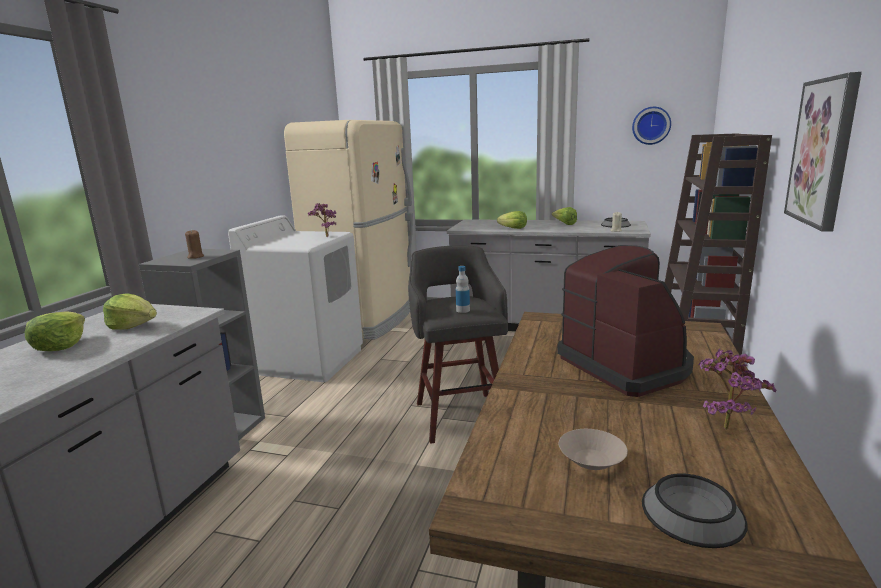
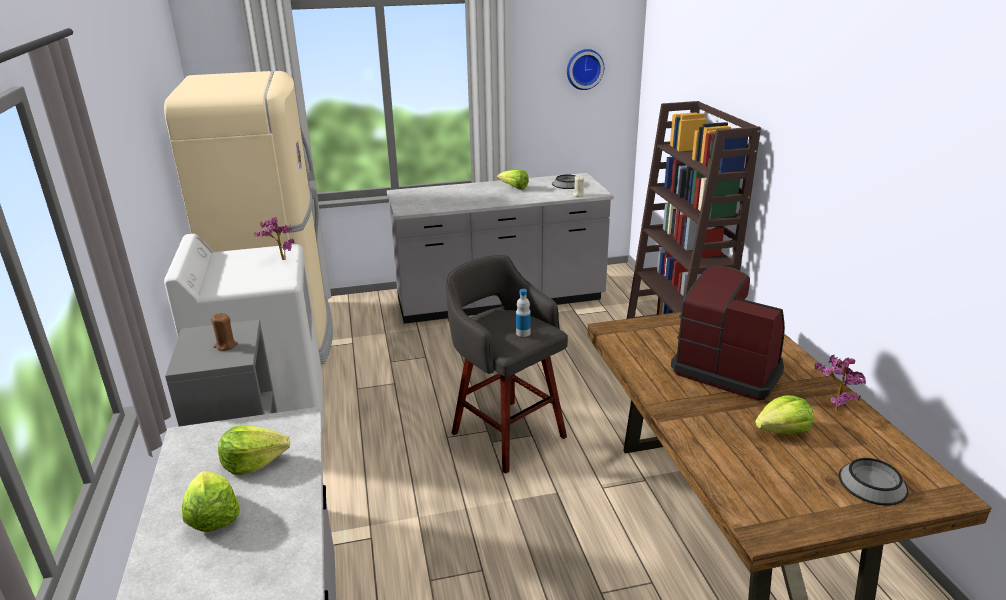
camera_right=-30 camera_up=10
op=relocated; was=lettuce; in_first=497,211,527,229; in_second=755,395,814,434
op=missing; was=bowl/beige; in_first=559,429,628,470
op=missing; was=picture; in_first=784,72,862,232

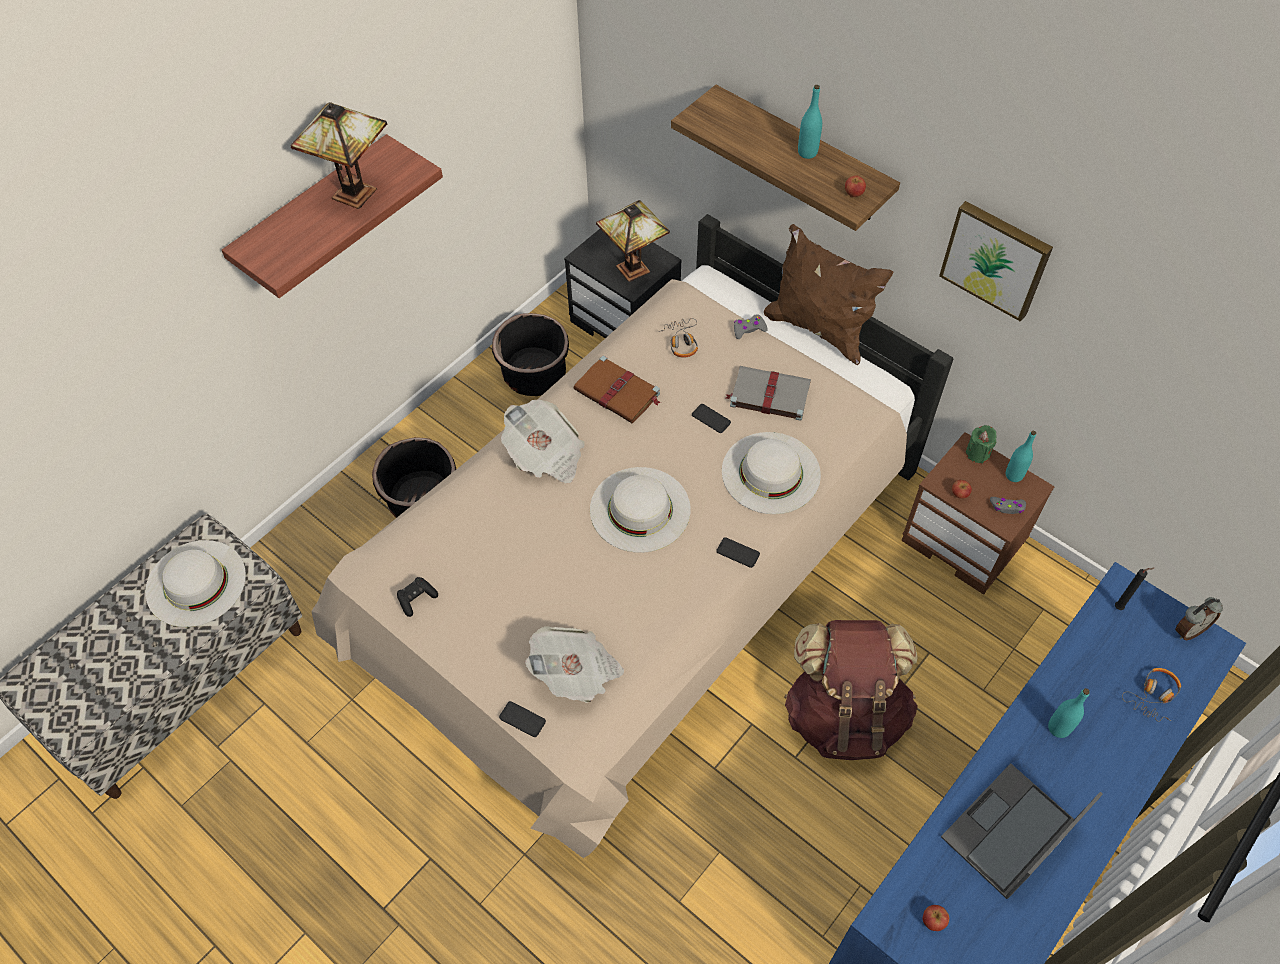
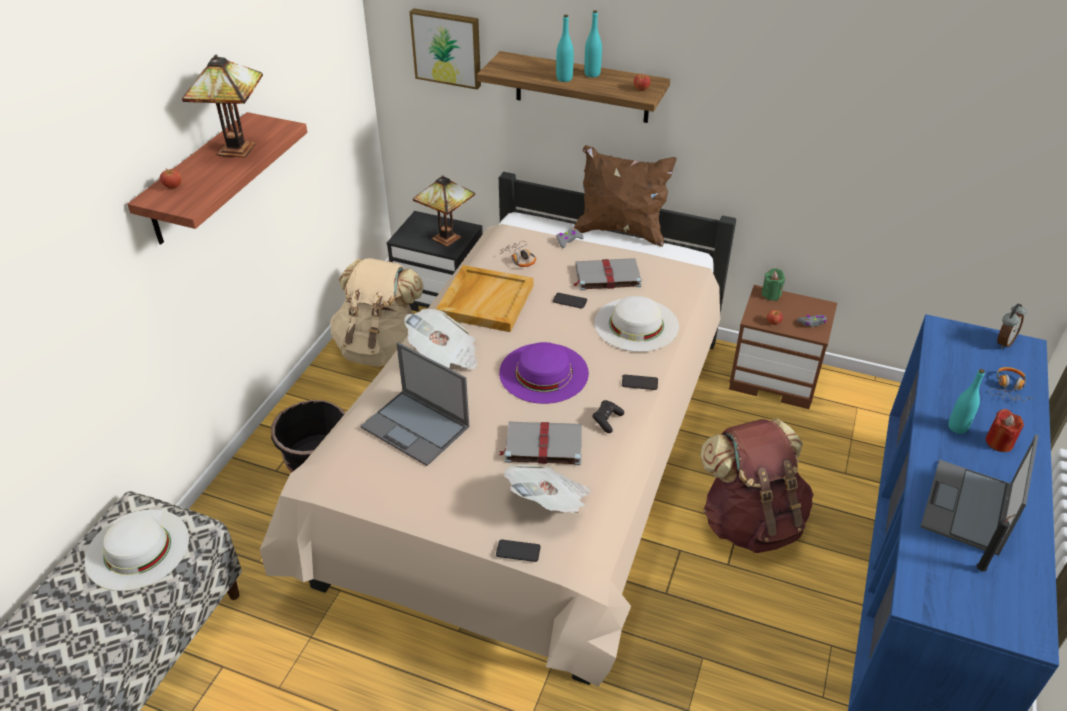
camera_right=-20 camera_up=-15
op=relocated; was=apple; in_first=922,905,949,931; in_second=160,169,182,189
op=exchanged; was=planter/black; now=backpack/beige; in_first=492,313,569,396; in_second=330,258,424,367
op=appeared; now=laptop; in_second=360,342,470,466
op=relocated; was=picture; in_first=939,201,1053,322; in_second=409,8,481,90
op=exchanged; was=book/brown; now=tray/beige; in_first=574,355,661,423; in_second=436,265,533,332
op=colour; was=hat/white; now=hat/purple; in_first=590,467,691,553; in_second=499,342,589,404
op=appeared; now=book/grey; in_second=499,421,582,465
op=relocated; was=bottle/turquoise; in_first=1006,431,1036,482; in_second=556,14,574,82
op=relocated; was=game controller/black; in_first=397,577,438,617; in_second=592,400,624,433
op=relocated; was=candle/black; in_first=1115,568,1154,610; in_second=976,514,1016,572
op=appeared; now=candle/red; in_second=986,409,1024,452

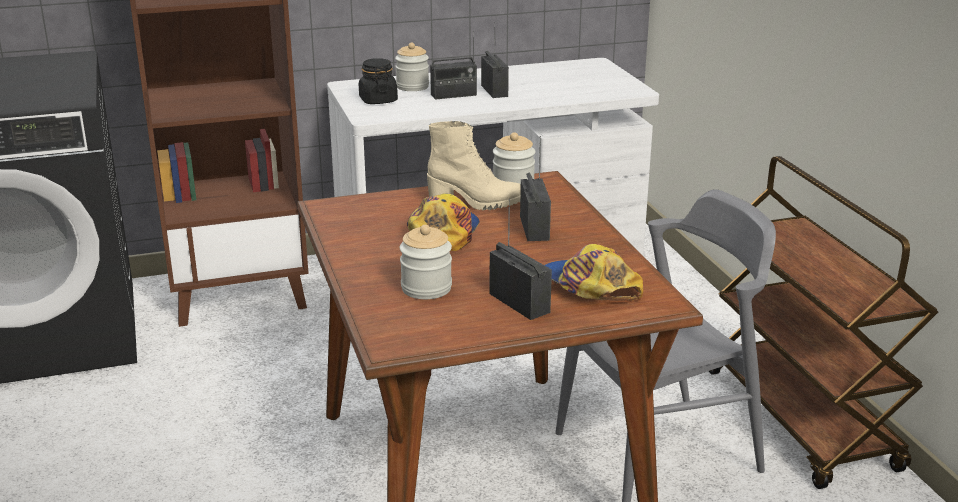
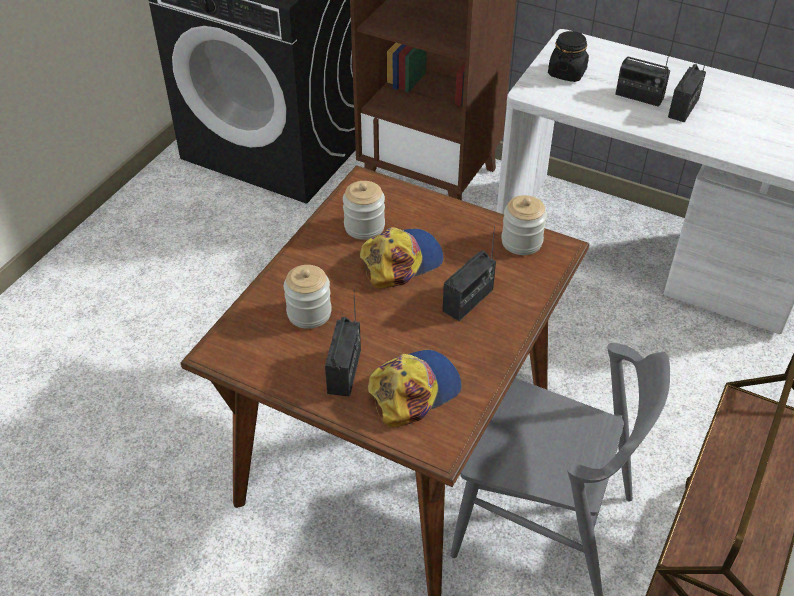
camera_right=45 camera_up=20
op=relocated; was=jar; in_first=395,43,429,91; in_second=343,181,385,240
op=spun; was=cap; in_first=545,244,643,301; in_second=368,350,462,428; clockwise=45
op=missing; was=boot/beige; in_first=427,121,521,210

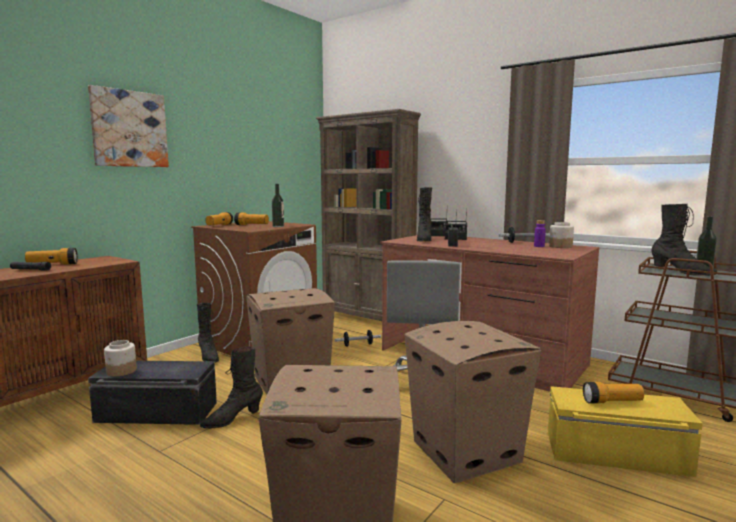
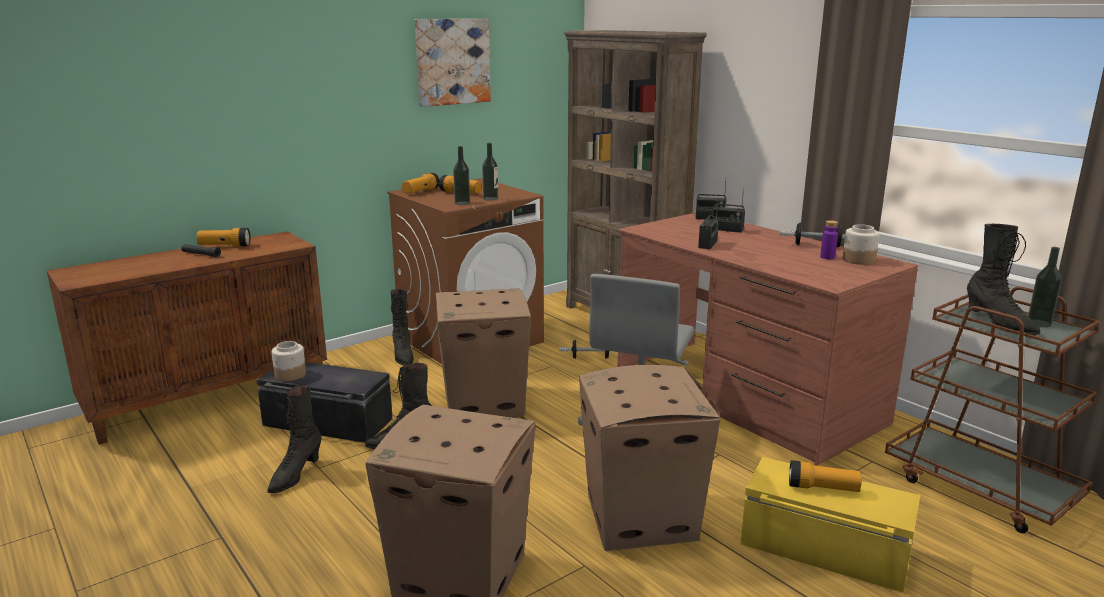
camera_right=15 camera_up=10
op=relocated; was=boot/black; in_first=417,187,432,241; in_second=267,385,322,493
op=relocated; was=picture; in_first=88,85,169,167; in_second=415,19,491,107
op=appeared; now=bottle; in_second=453,146,470,205

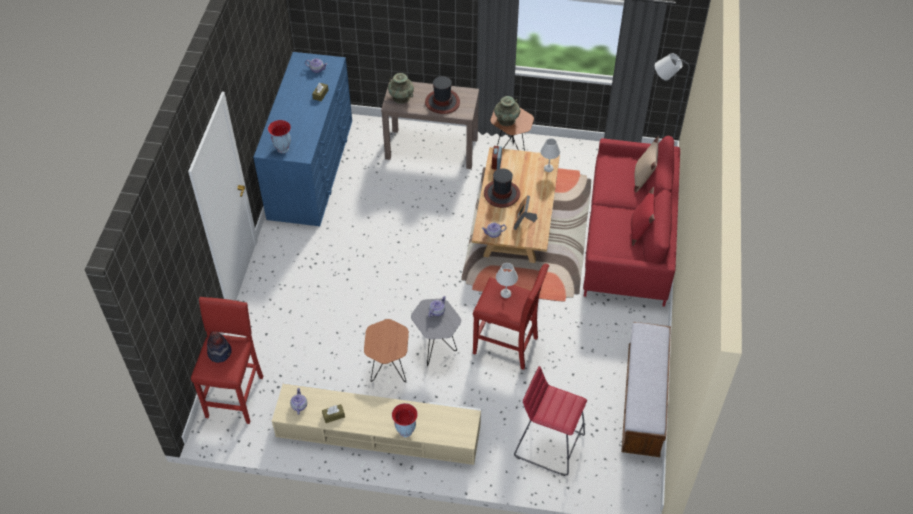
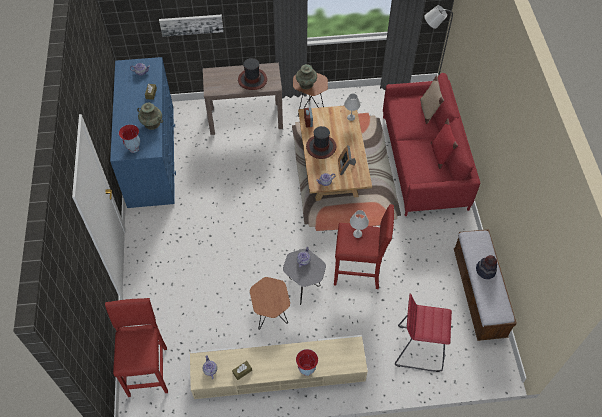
camera_right=-15 camera_up=5
op=relocated; was=vase/turquoise; in_first=388,73,414,104; in_second=137,103,163,130
op=appeared; now=picture; in_second=159,15,224,37
op=relocated; was=hat; in_first=207,331,232,363; in_second=476,255,497,279

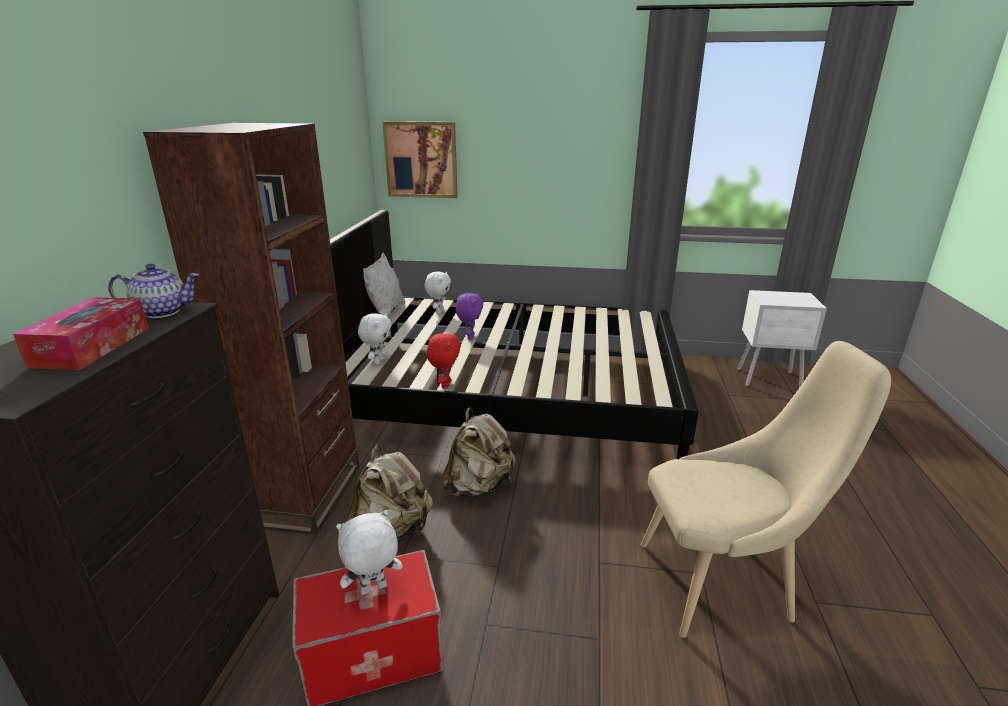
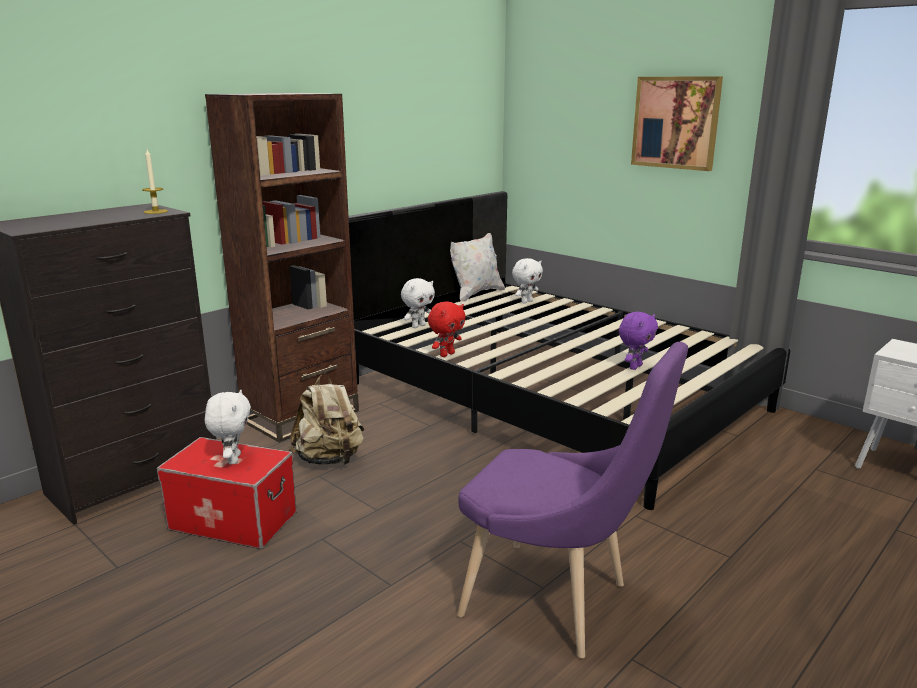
camera_right=35 camera_up=-5
op=exchanged; was=teapot; now=candle; in_first=108,264,199,318; in_second=142,149,168,214
op=spun; was=plush toy/white; in_first=336,510,403,595; in_second=205,389,251,464; clockwise=75
op=colour; was=chair/beige; now=chair/purple; in_first=641,341,891,638; in_second=457,342,688,658
op=relocated; was=plush toy/purple; in_first=456,292,483,340; in_second=619,312,658,370
op=relocated; was=picture; in_first=382,121,458,198; in_second=631,76,723,171
op=missing; was=tissue box; in_first=13,297,149,370
op=missing; was=backpack/beige; in_first=442,408,516,498

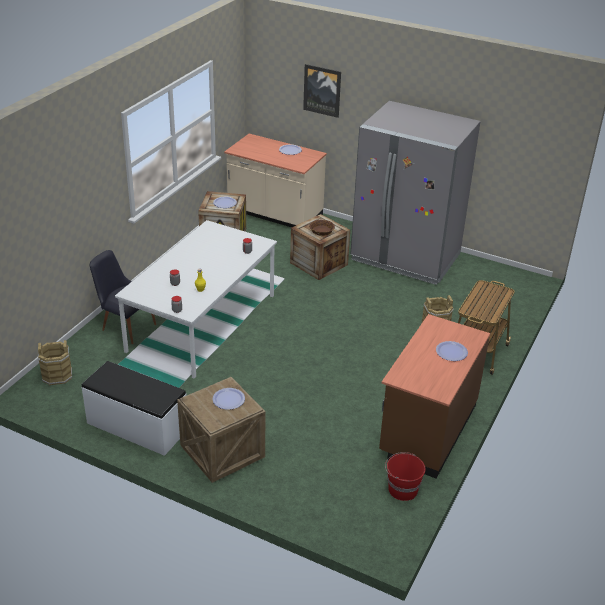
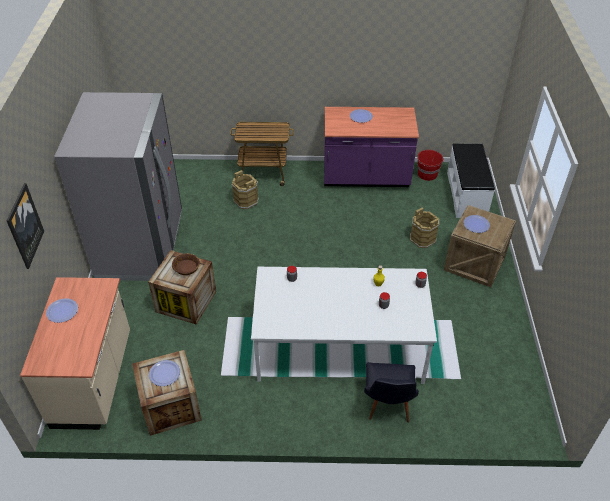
camera_right=-115 camera_up=10
op=colour; was=counter/brown; now=counter/purple; in_first=379,314,490,479; in_second=324,107,419,187
op=relocated; was=bucket/brown; in_first=38,340,72,385; in_second=410,207,439,248
op=relocated; was=bench/white; in_first=81,361,187,456; in_second=447,143,495,218

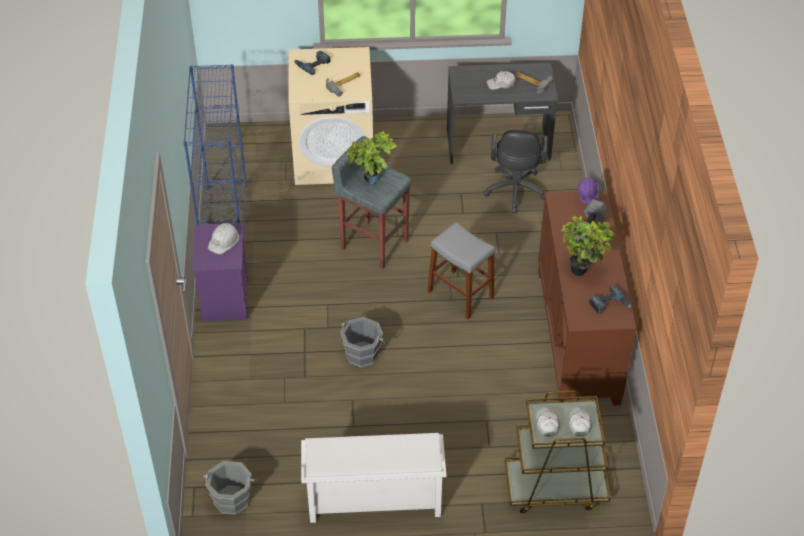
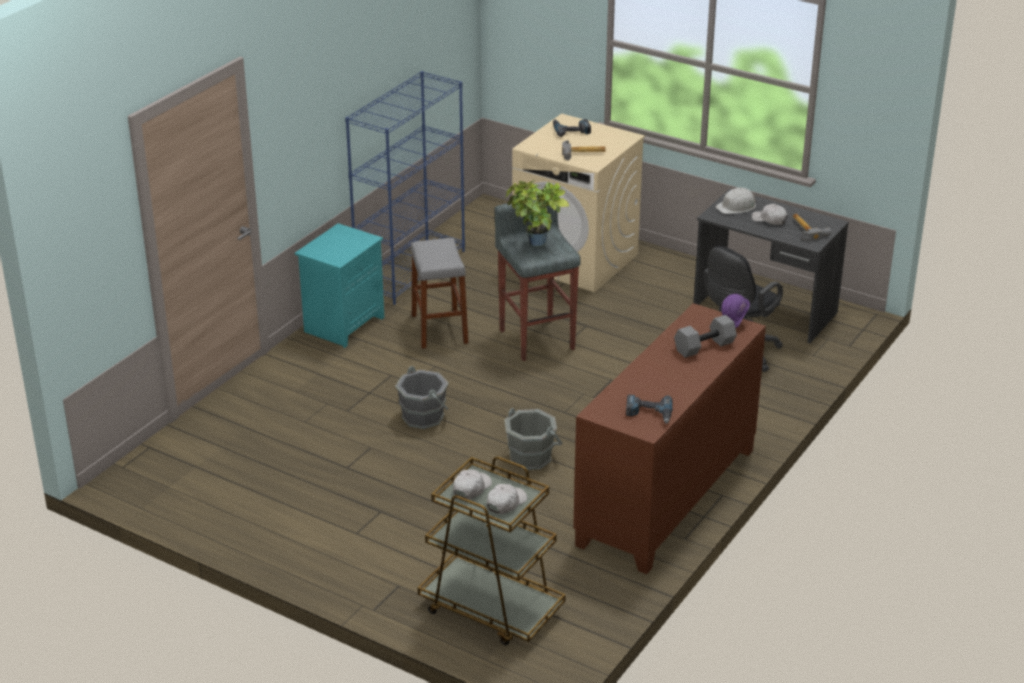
camera_right=35 camera_up=-15
op=colour; was=nightstand/purple; now=nightstand/turquoise; in_first=192,223,248,321; in_second=295,223,384,348
op=relocated; was=stool/grey; in_first=428,222,496,319; in_second=411,238,468,349
op=relocated; was=bucket/grey; in_first=204,461,257,515; in_second=505,408,563,470
op=relocated; was=hard hat/white; in_first=208,223,239,254; in_second=715,187,756,214
op=missing; was=shoe rack/white; in_first=301,433,446,523
op=missing; was=potted plant; in_first=561,216,615,276

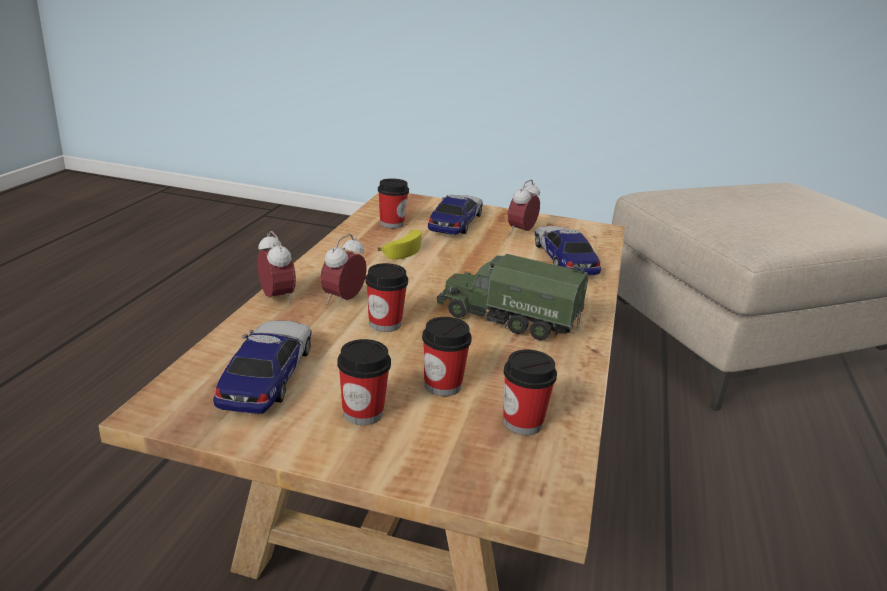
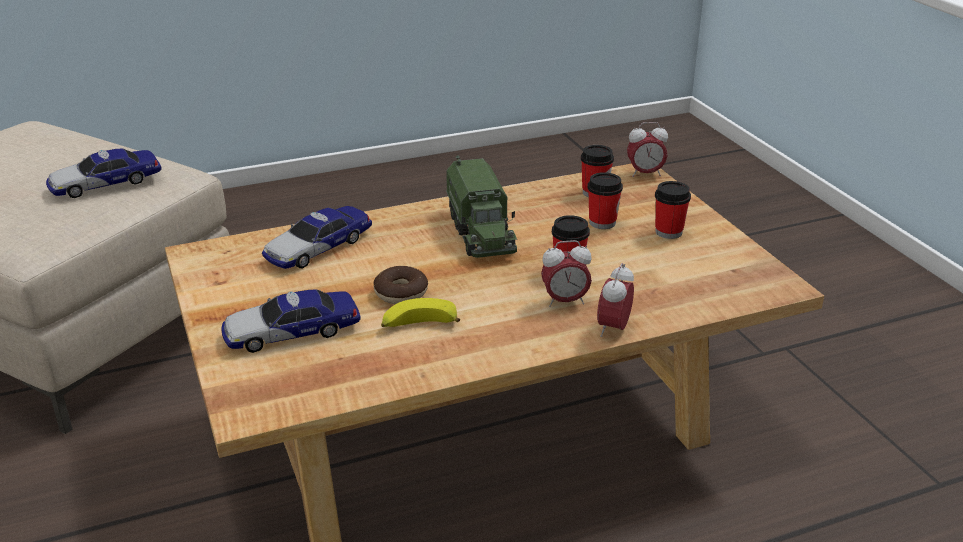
camera_right=-125 camera_up=5
op=relocated; was=toy car; in_first=213,320,311,414; in_second=46,148,162,198
op=appeared; now=donut; in_second=374,266,428,304
op=relocated; was=alarm clock; in_first=508,180,540,234; in_second=627,122,668,177
op=missing; was=cup; in_first=378,178,409,228

